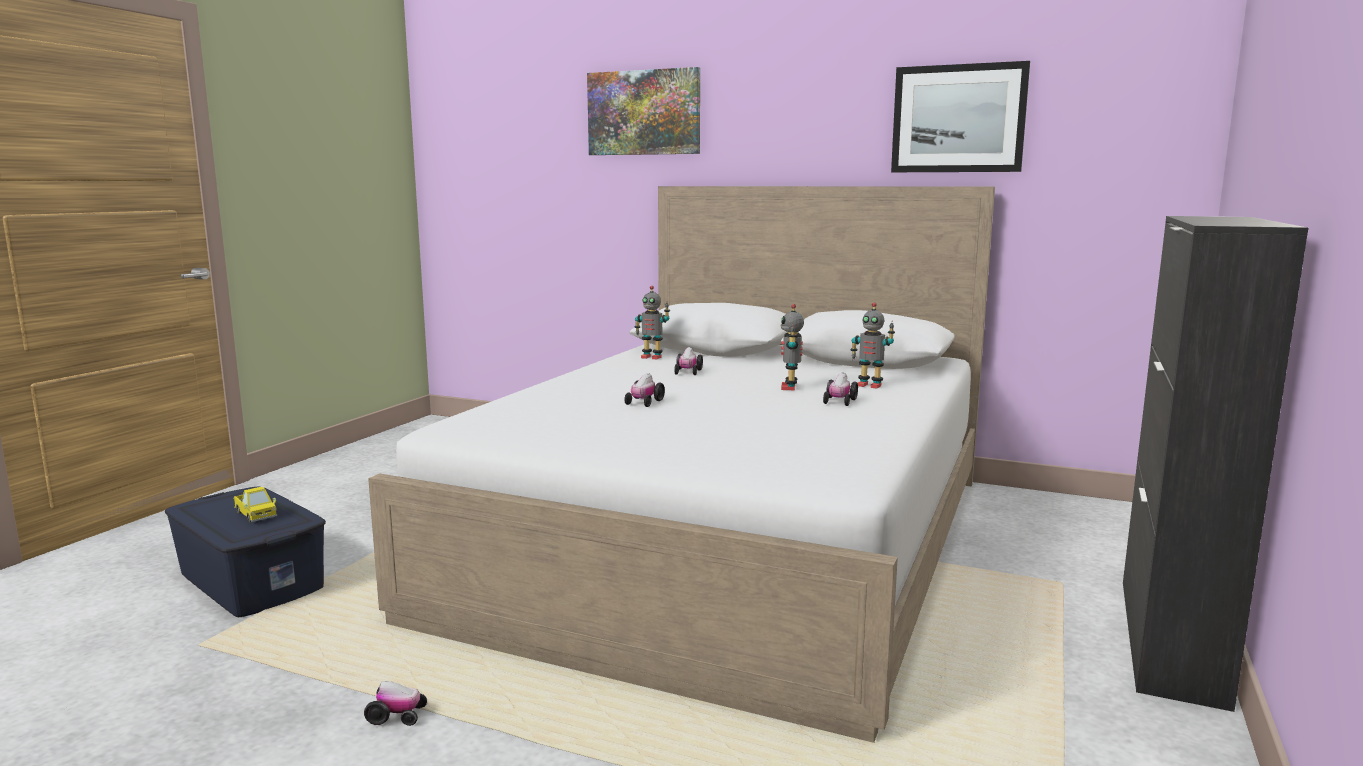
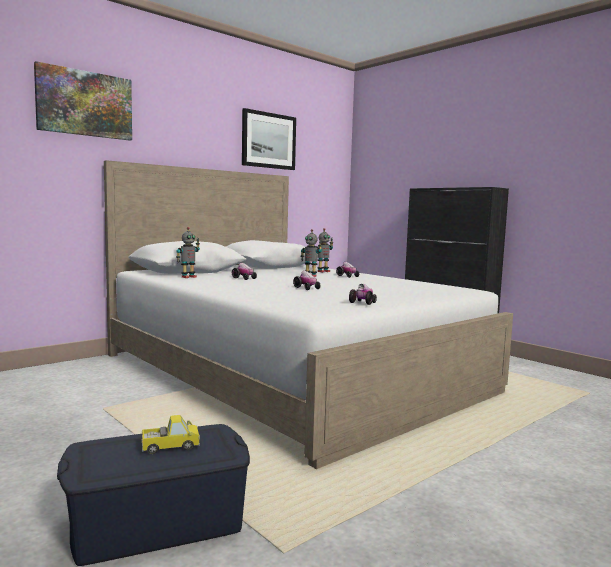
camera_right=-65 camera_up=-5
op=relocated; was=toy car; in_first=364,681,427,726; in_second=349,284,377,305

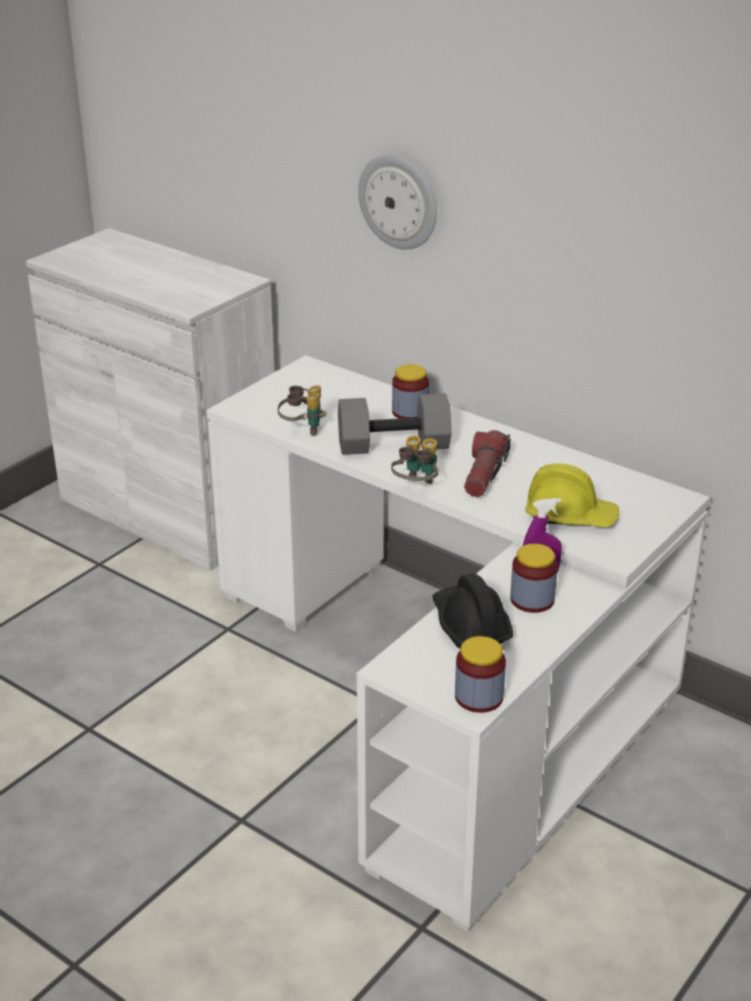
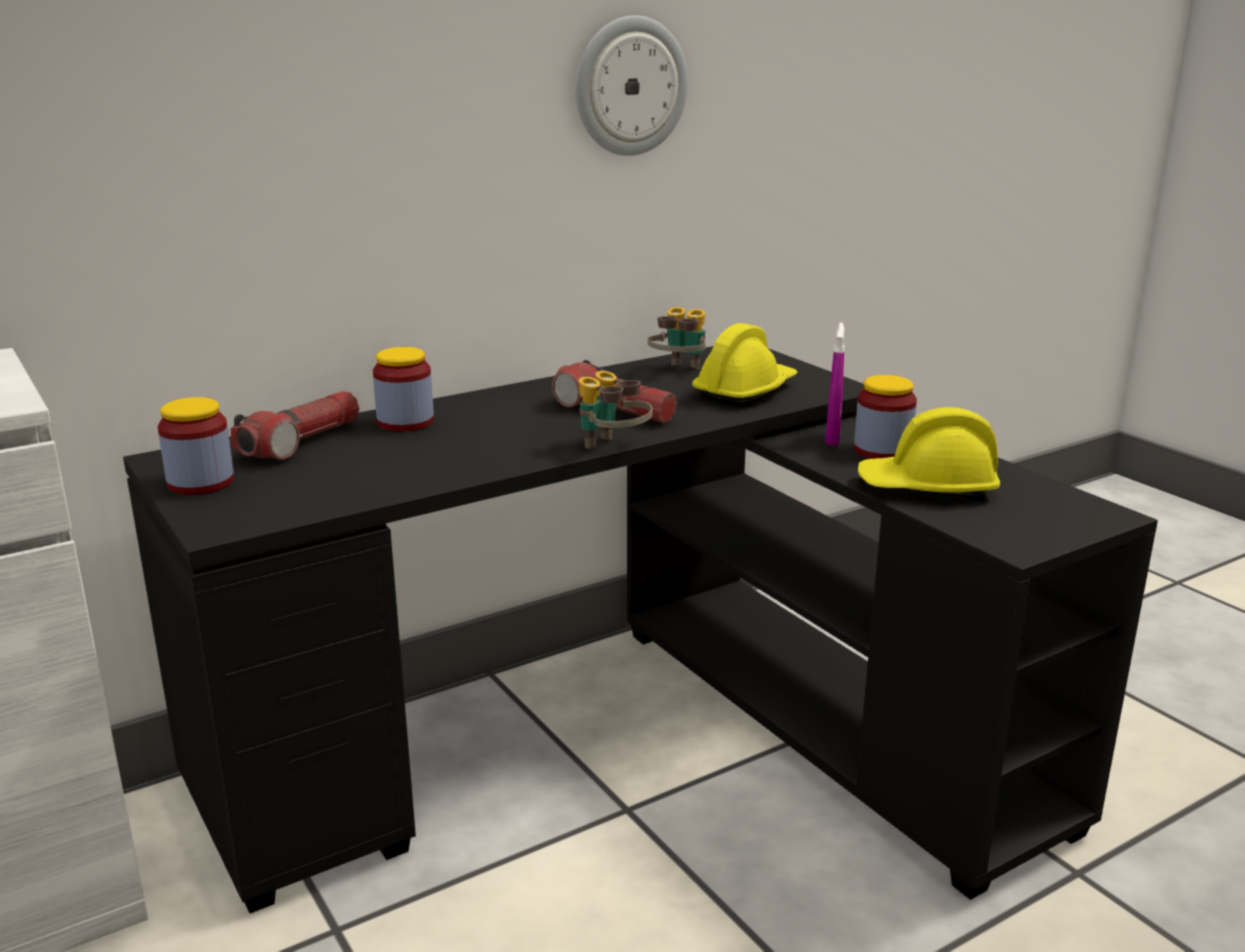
camera_right=-70 camera_up=-10
op=colour; was=desk/white; now=desk/black; in_first=207,355,710,932; in_second=123,346,1158,913
op=relocated; was=jar; in_first=455,636,506,713; in_second=158,397,234,495
op=appeared; now=flashlight; in_second=231,391,359,460
op=relocated; was=wall clock; in_first=358,155,437,250; in_second=575,15,688,156
op=relocated; was=binoculars; in_first=278,385,326,436; in_second=648,307,706,369
op=colour; was=hard hat/black; now=hard hat/yellow; in_first=432,573,513,649; in_second=858,407,1000,500
op=missing; was=dumbbell/grey; in_first=338,393,452,455

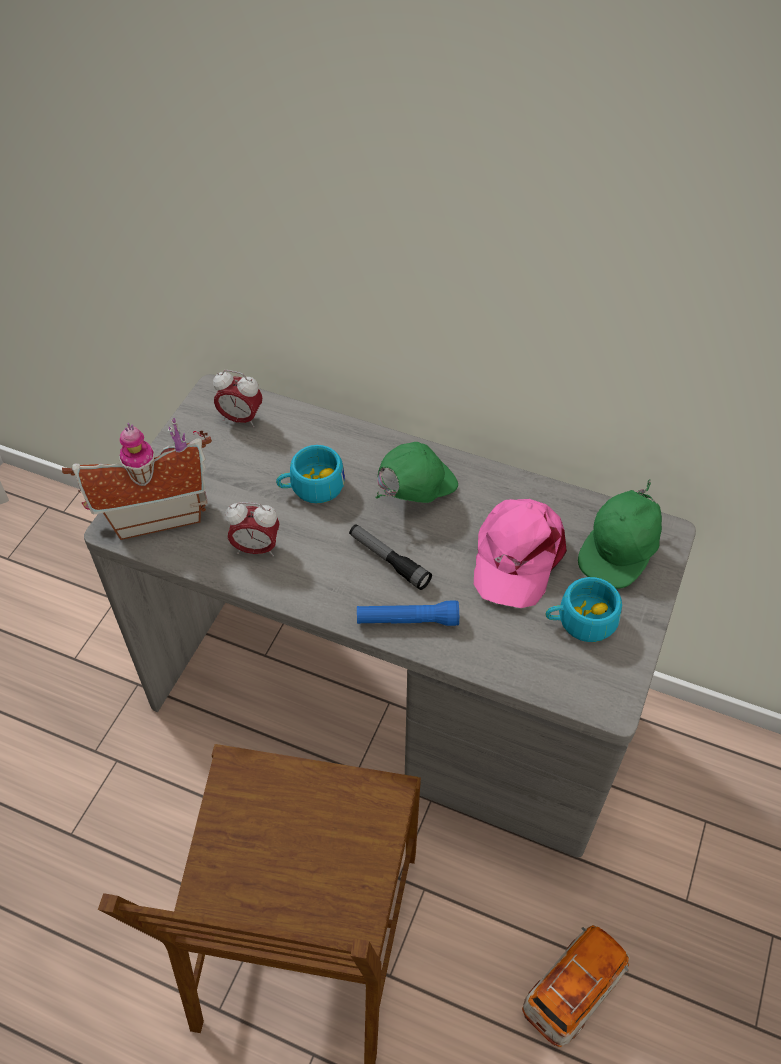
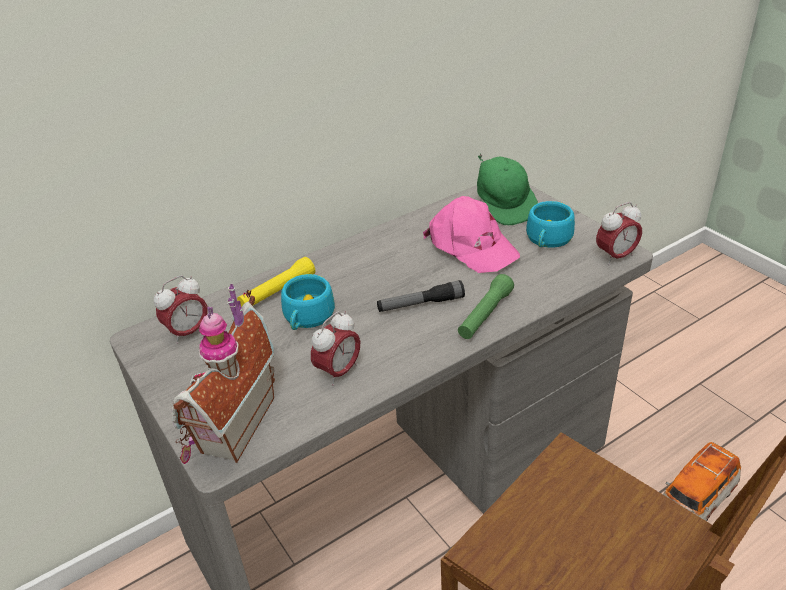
camera_right=-55 camera_up=-15
op=appeared; now=flashlight/yellow; in_second=237,257,315,307
op=colour; was=flashlight/blue; now=flashlight/green; in_first=357,601,459,626; in_second=458,274,514,339
op=appeared; now=alarm clock; in_second=596,202,642,265
op=spun; was=toy car; in_first=522,925,630,1047; in_second=663,442,741,521; clockwise=-120
op=missing; was=cap/green; in_first=376,442,458,503

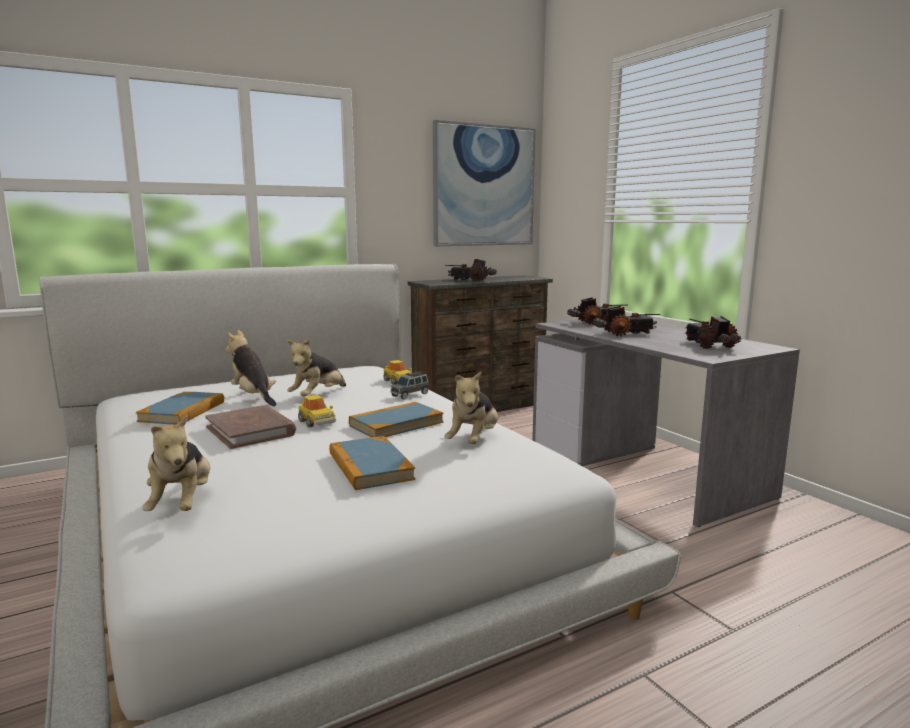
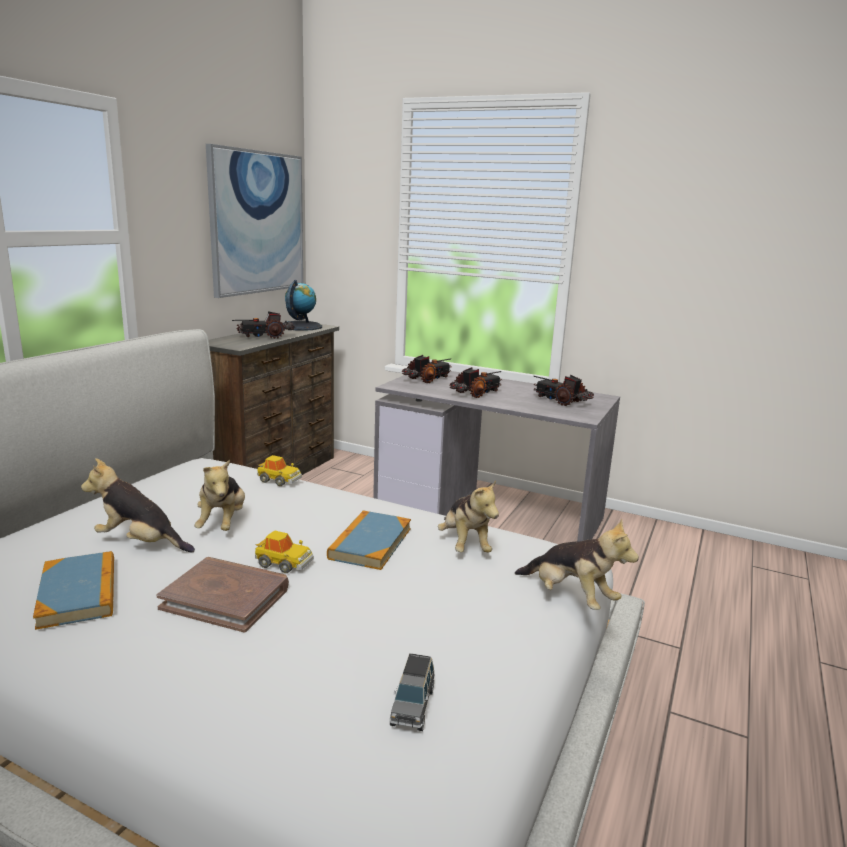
camera_right=-35 camera_up=5
op=appeared; now=globe; in_second=282,280,322,331
op=relocated; was=toy car/grey; in_first=390,371,429,400; in_second=390,653,434,731
op=relocated; was=plush toy; in_first=142,415,210,511; in_second=515,519,639,610
op=missing; was=book; in_first=329,436,415,490

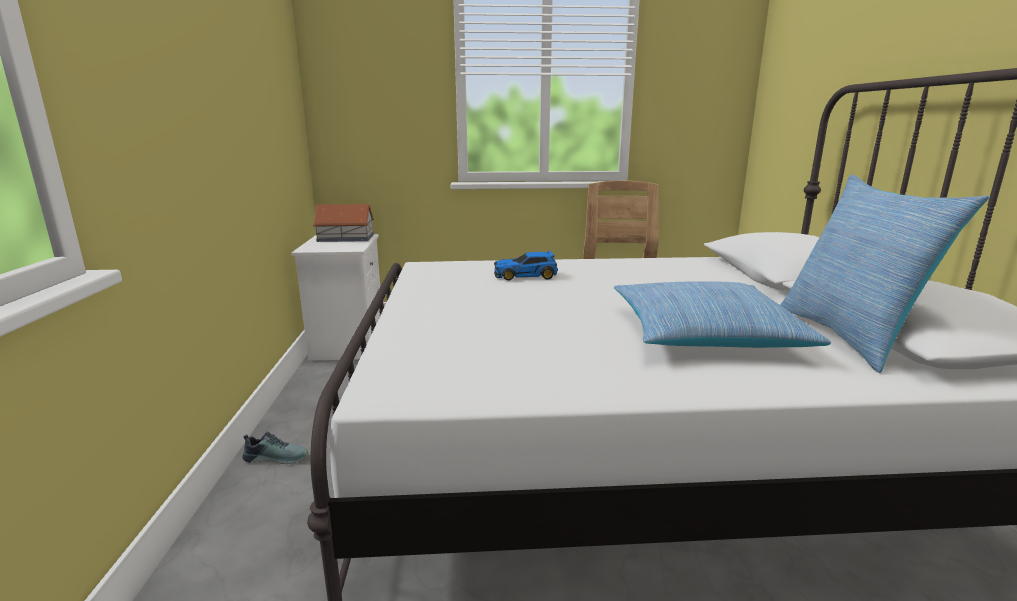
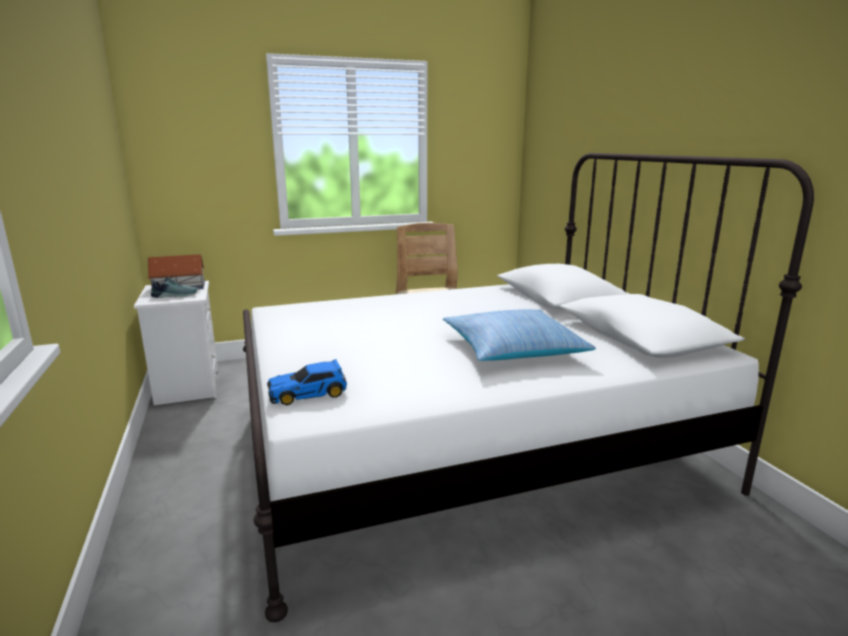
camera_right=-15 camera_up=0
op=relocated; was=shoe; in_first=243,431,308,464; in_second=151,276,198,298
op=relocated; was=toy car; in_first=494,251,558,281; in_second=267,359,347,406
op=missing; was=pillow; in_first=780,175,989,373

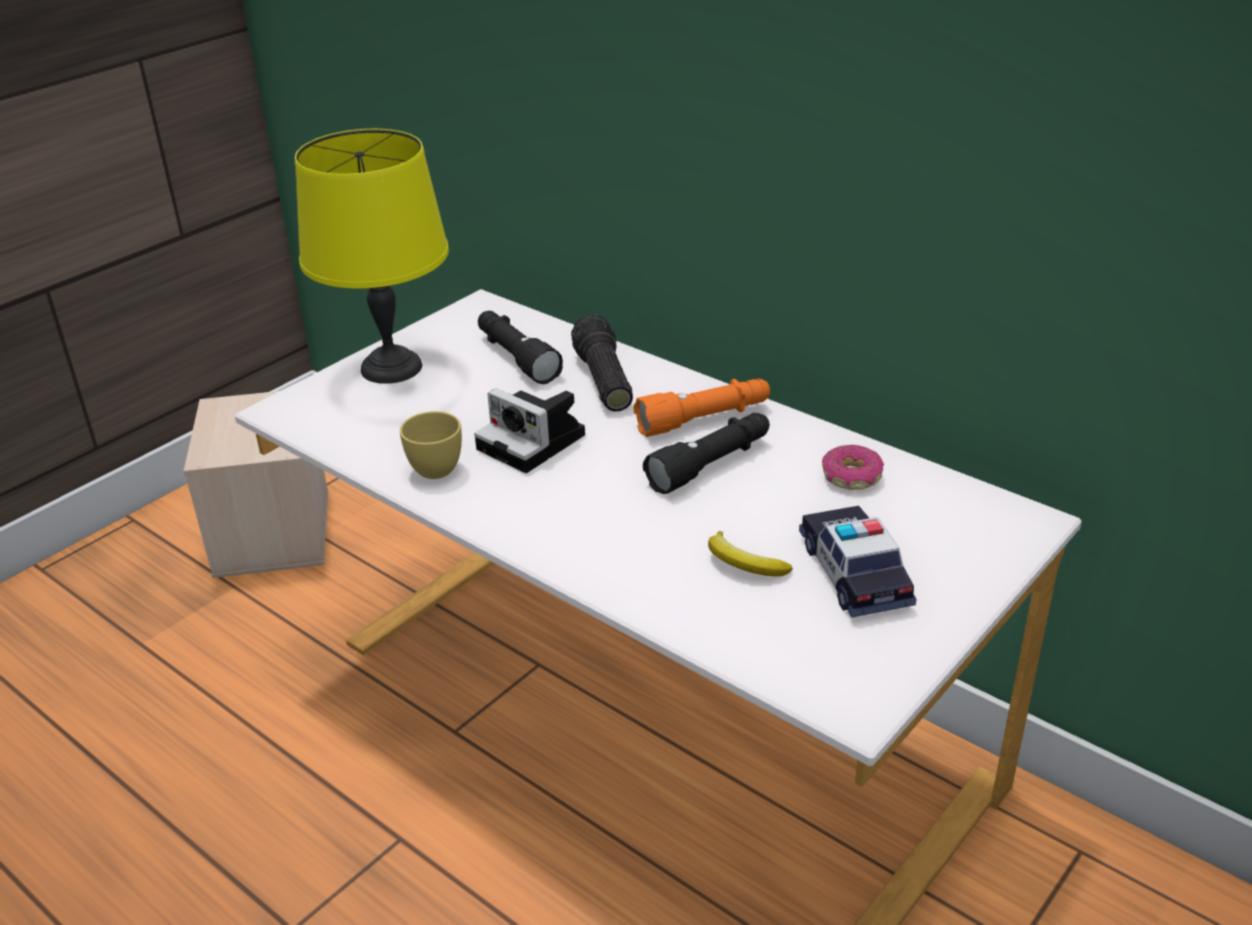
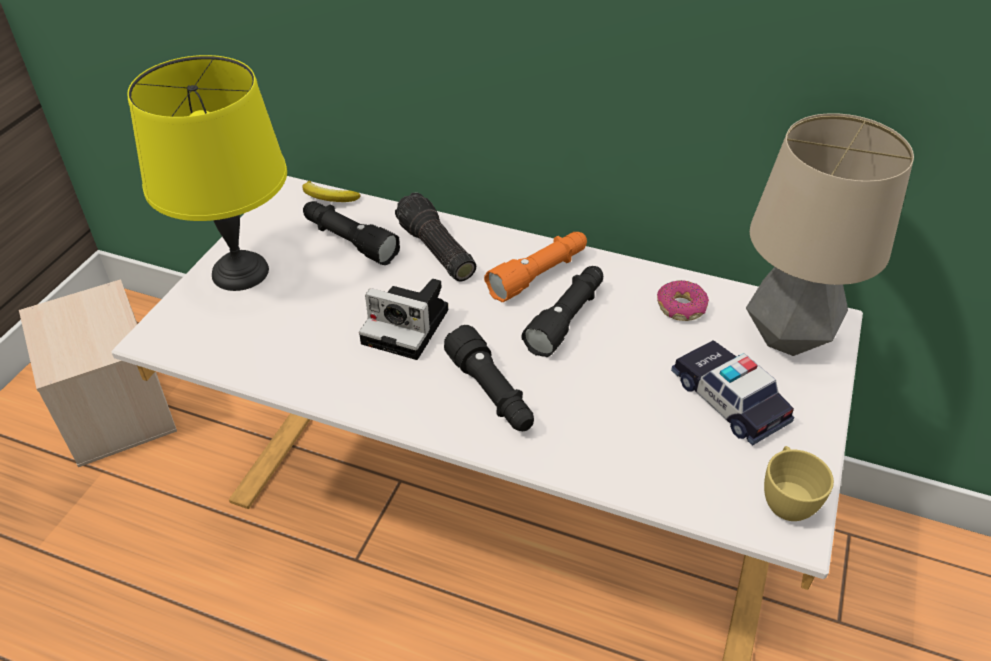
camera_right=-20 camera_up=10
op=relocated; was=banana; in_first=708,531,793,577; in_second=302,181,361,202
op=appeared; now=flashlight/black; in_second=444,325,534,431
op=appeared; now=table lamp; in_second=746,113,914,356
op=relocated; was=cup/yellow; in_first=400,411,462,479; in_second=764,446,834,521

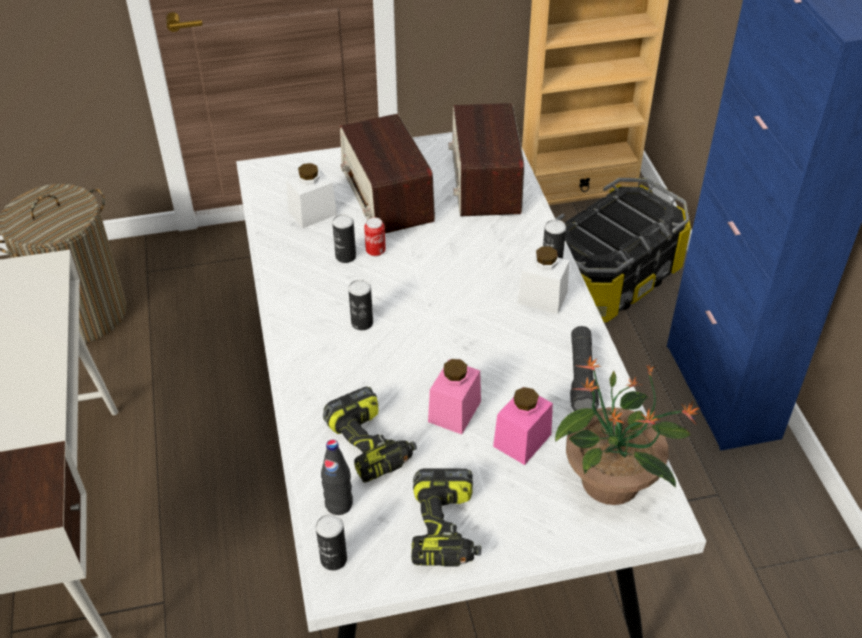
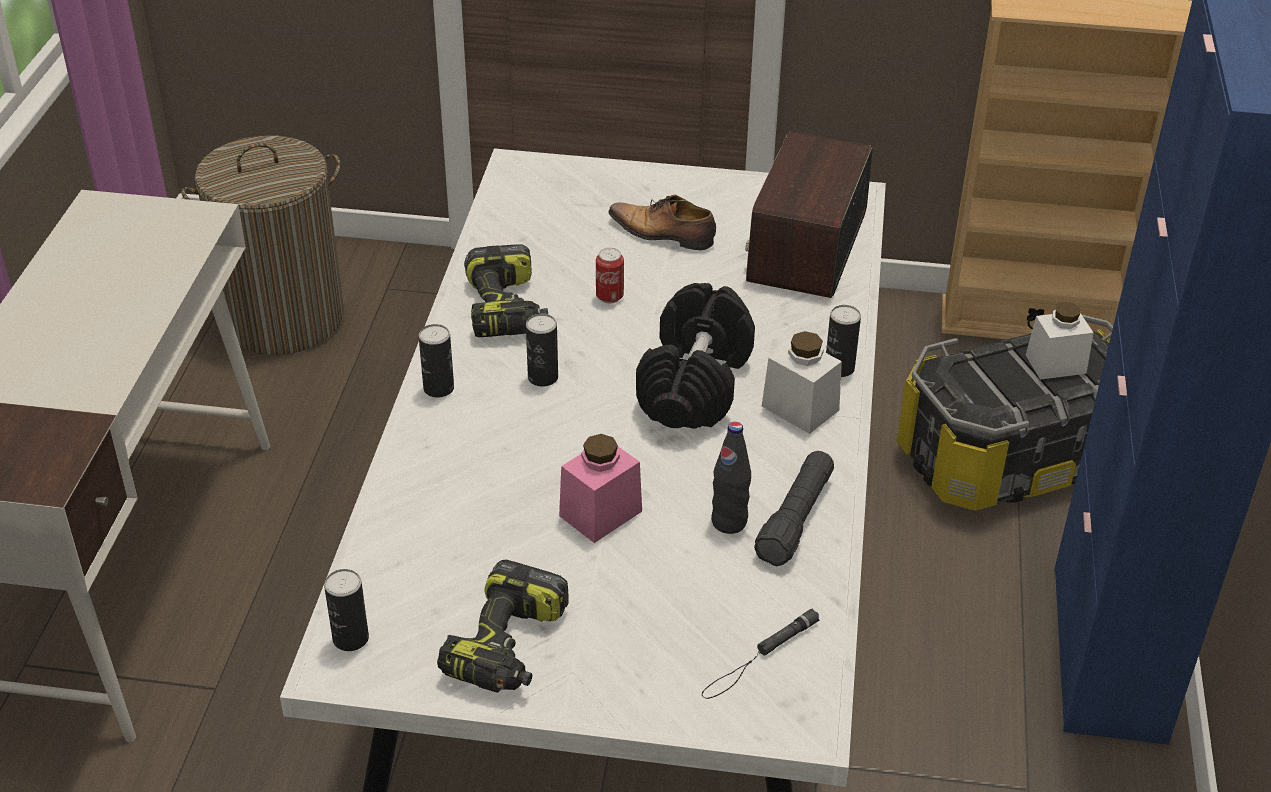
camera_right=20 camera_up=-5
op=relocated; was=can; in_first=332,214,356,263; in_second=419,324,454,397
op=relocated; was=power drill; in_first=323,387,417,483; in_second=464,244,548,337
op=exchanged; was=radio; now=shoe; in_first=340,114,435,234; in_second=608,195,716,250
op=appeared; now=dumbbell/black; in_second=636,283,755,429
op=exchanged; was=potted plant; now=flashlight/black; in_first=555,355,700,505; in_second=702,609,820,699
op=relocated; was=bottle/black; in_first=321,440,353,515; in_second=711,422,751,534
op=relocated; was=jar/white; in_first=286,163,337,228; in_second=1026,302,1093,380
op=missing; was=jar/pink; in_first=493,387,553,465

